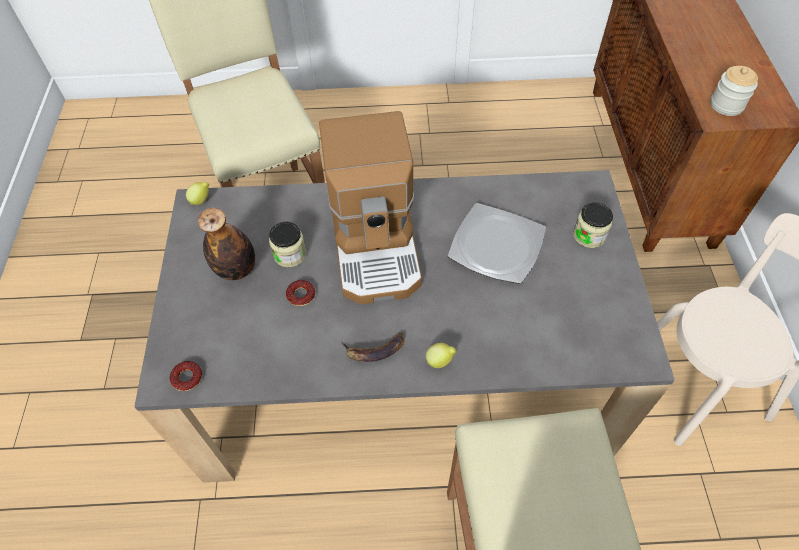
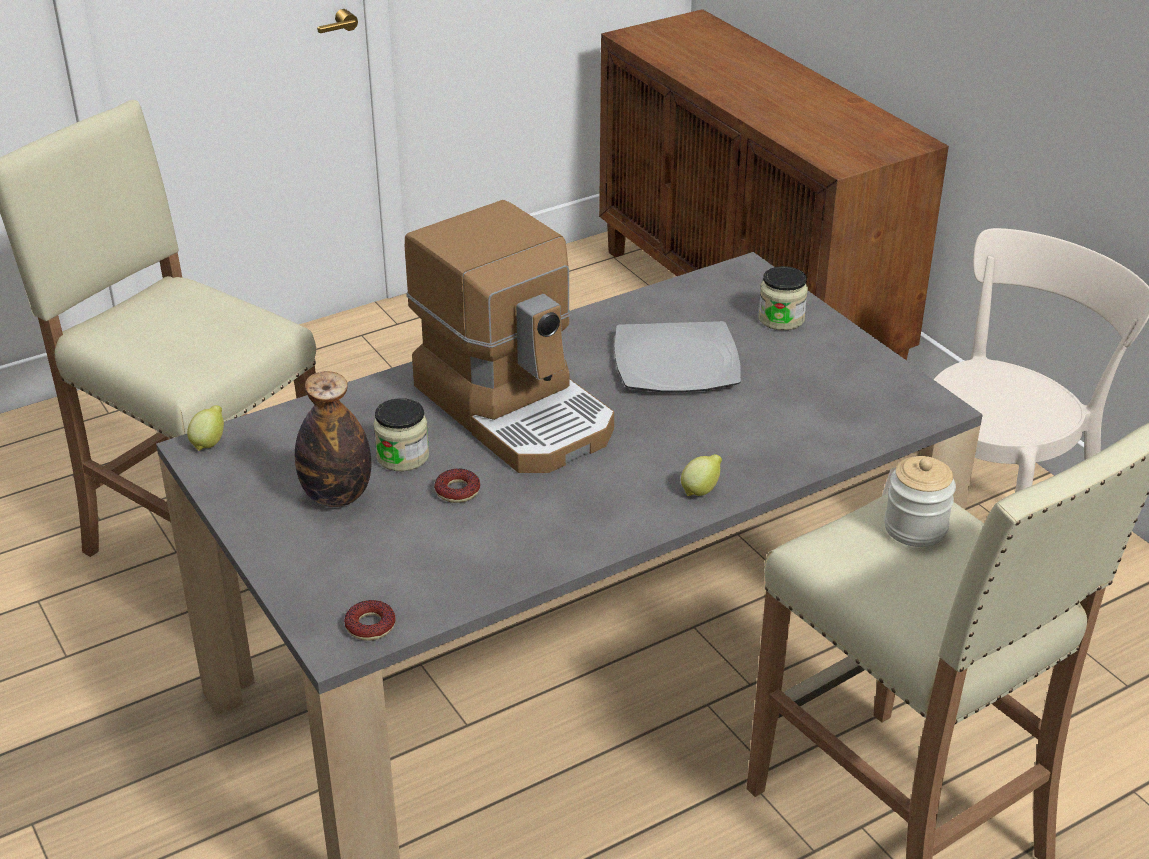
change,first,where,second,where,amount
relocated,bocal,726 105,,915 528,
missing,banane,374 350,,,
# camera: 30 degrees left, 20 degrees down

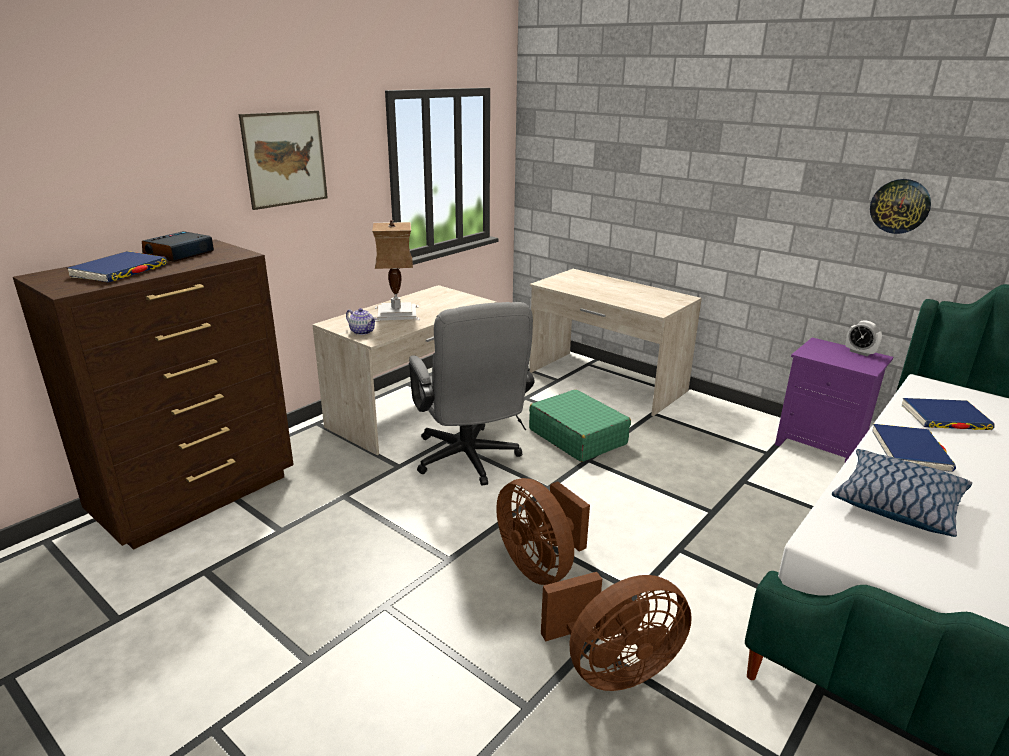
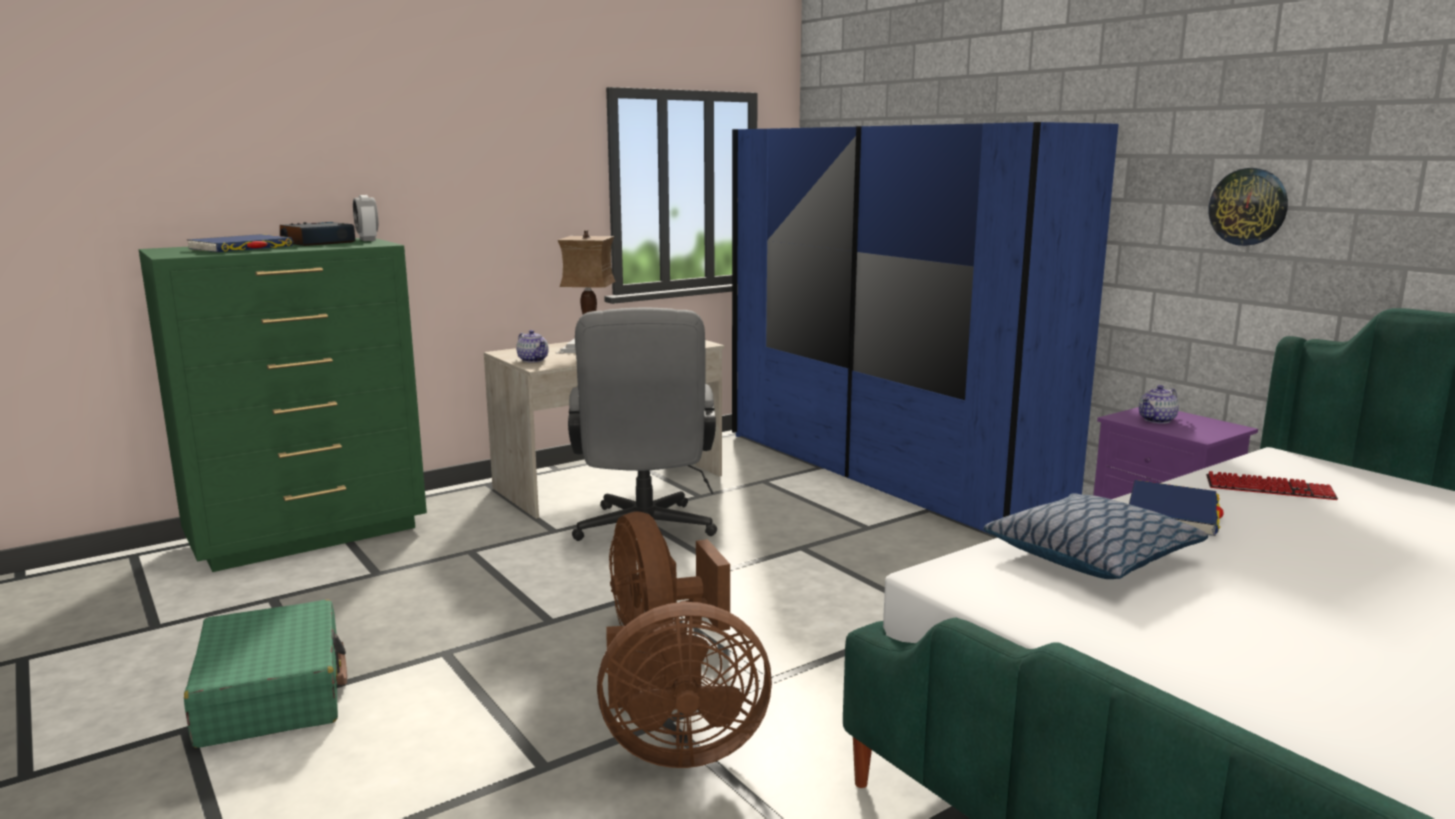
change,first,where,second,where,amount
colour,commode [marron],198 496,commode [vert],310 535,
relocated,valise [vert],577 436,,272 694,
relocated,réveil,860 352,,367 240,
exchanged,bureau [beige],605 382,armoire [bleu],885 473,
appeared,,,théière,1157 420,
exchanged,livre [bleu],945 418,clavier,1269 489,
missing,tableau,285 159,,,
# camera: 15 degrees right, 10 degrees down

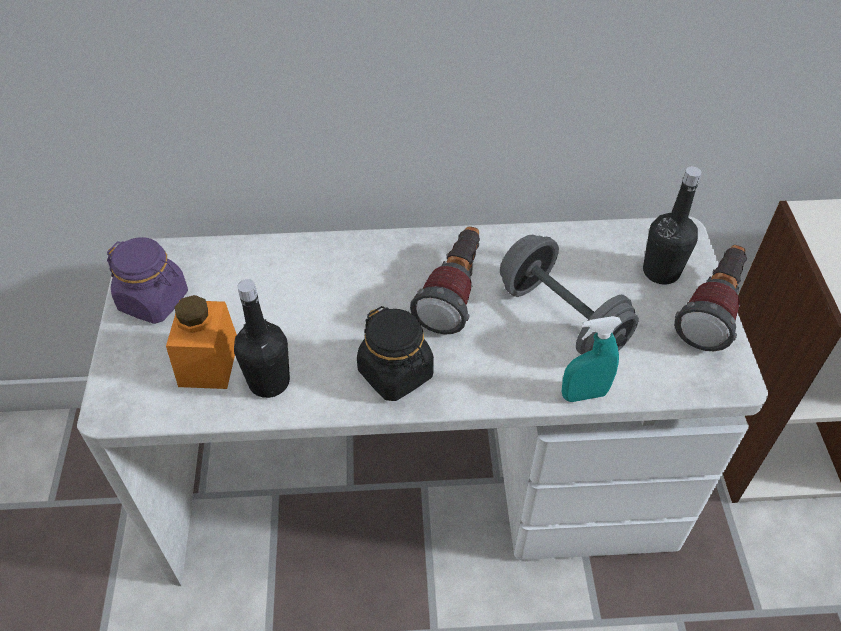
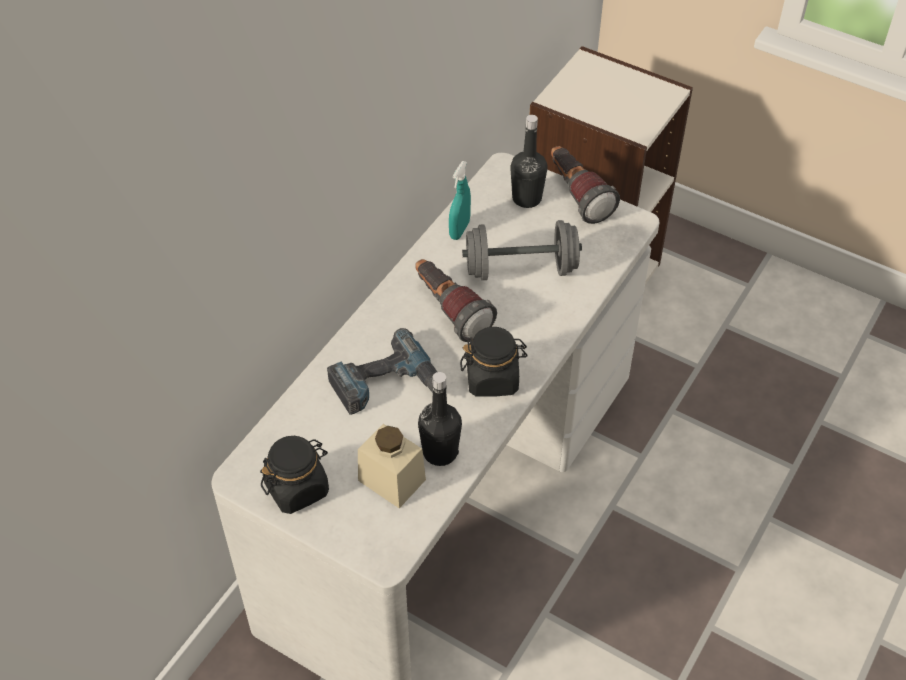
change,first,where,second,where,amount
colour,bocal [violet],154 300,bocal [noir],297 488,
appeared,,,perceuse,387 386,
colour,bocal [orange],209 362,bocal [beige],392 480,
relocated,vaporisateur [turquoise],584 394,,459 230,
# camera: 55 degrees left, 0 degrees up

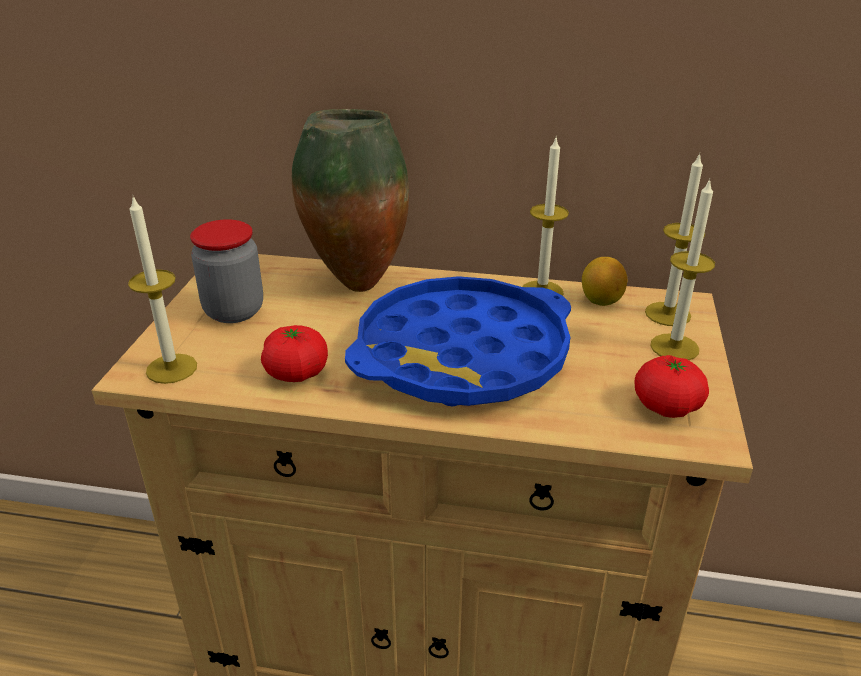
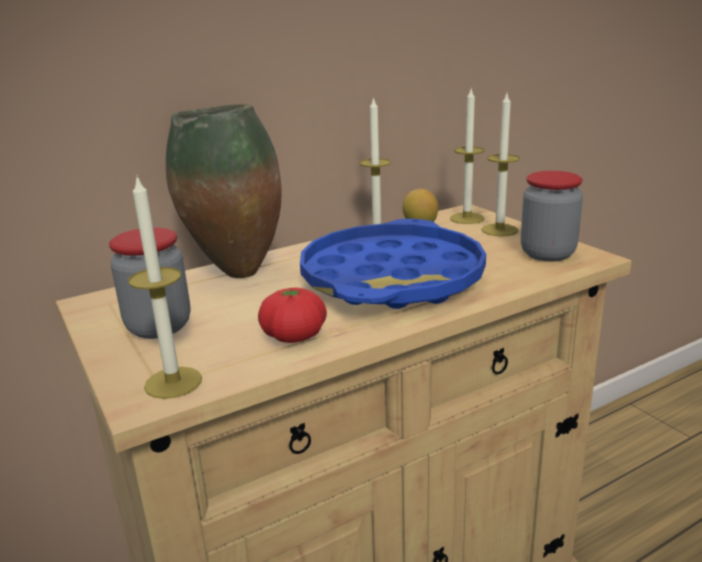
change,first,where,second,where,amount
exchanged,tomate,666 406,bocal,547 254,
# camera: 40 degrees left, 10 degrees down

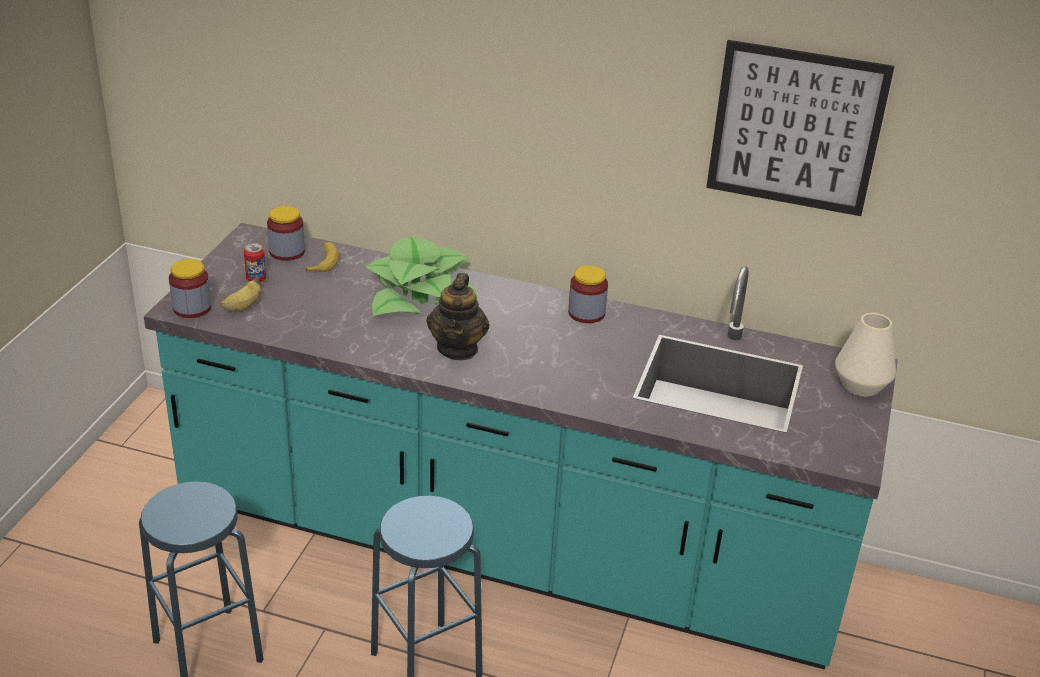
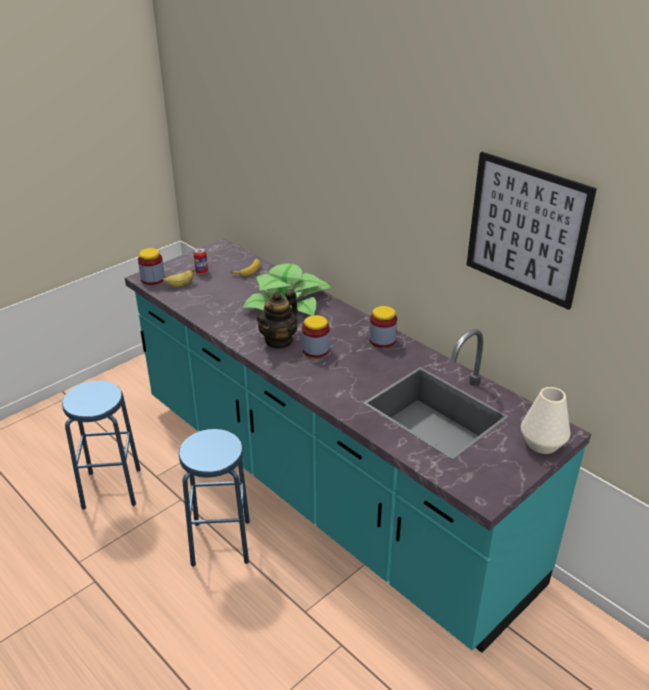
change,first,where,second,where,amount
relocated,bocal,287 252,,316 350,
# camera: 30 degrees right, 0 degrees up

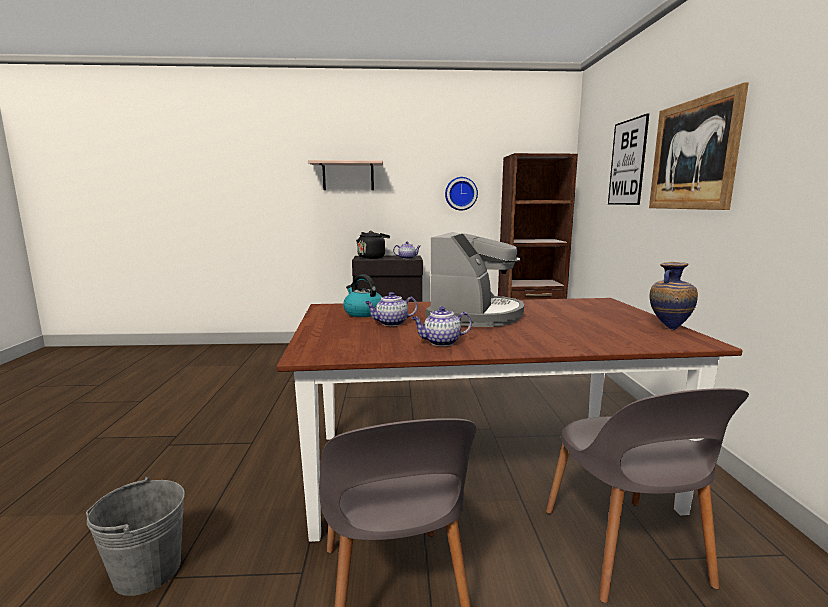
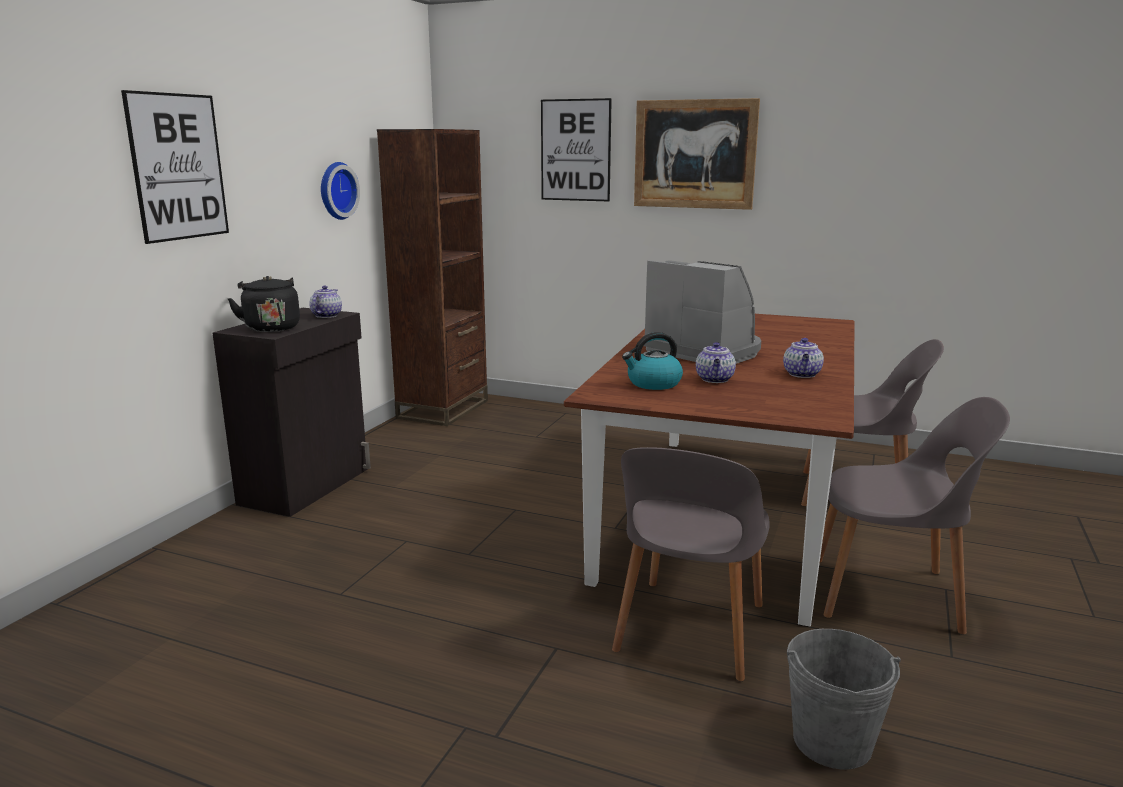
change,first,where,second,where,amount
exchanged,étagère,348 176,tableau,178 167,
appeared,,,chaise [gris],689 630,
missing,vase,668 328,,,
# camera: 65 degrees left, 5 degrees up

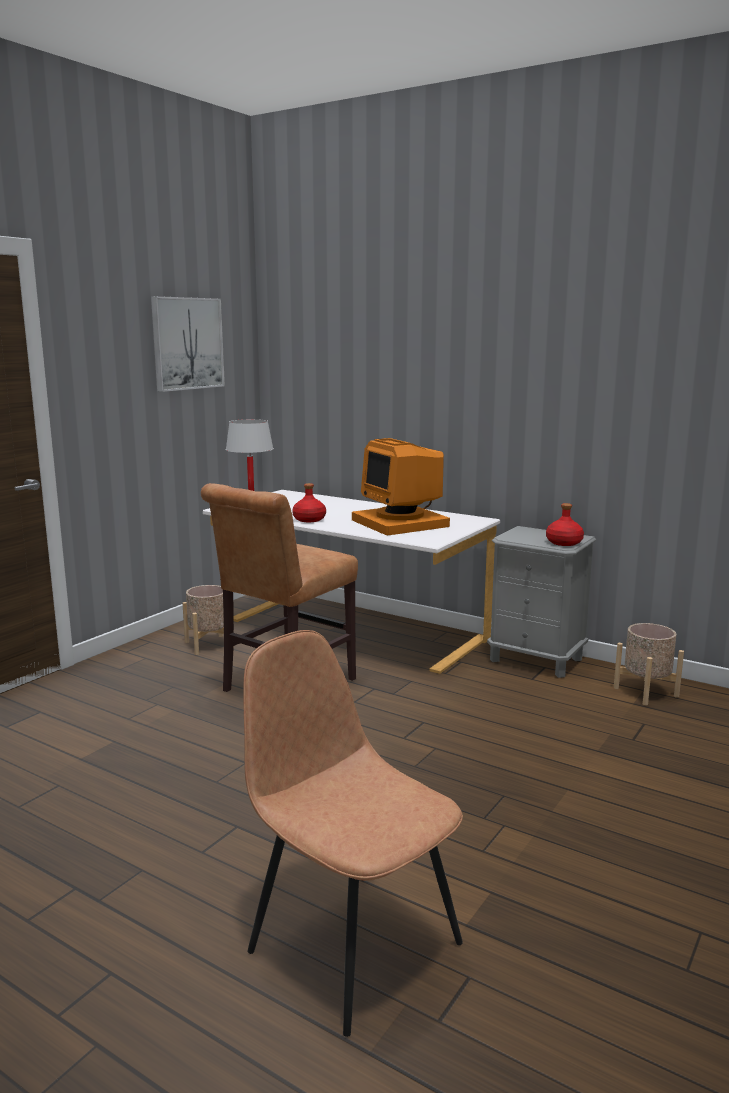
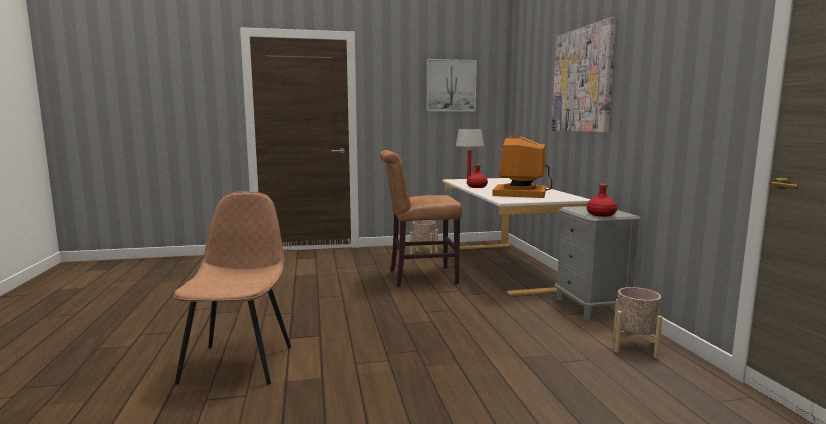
change,first,where,second,where,amount
appeared,,,tableau,583 80,
# camera: 45 degrees right, 5 degrees down

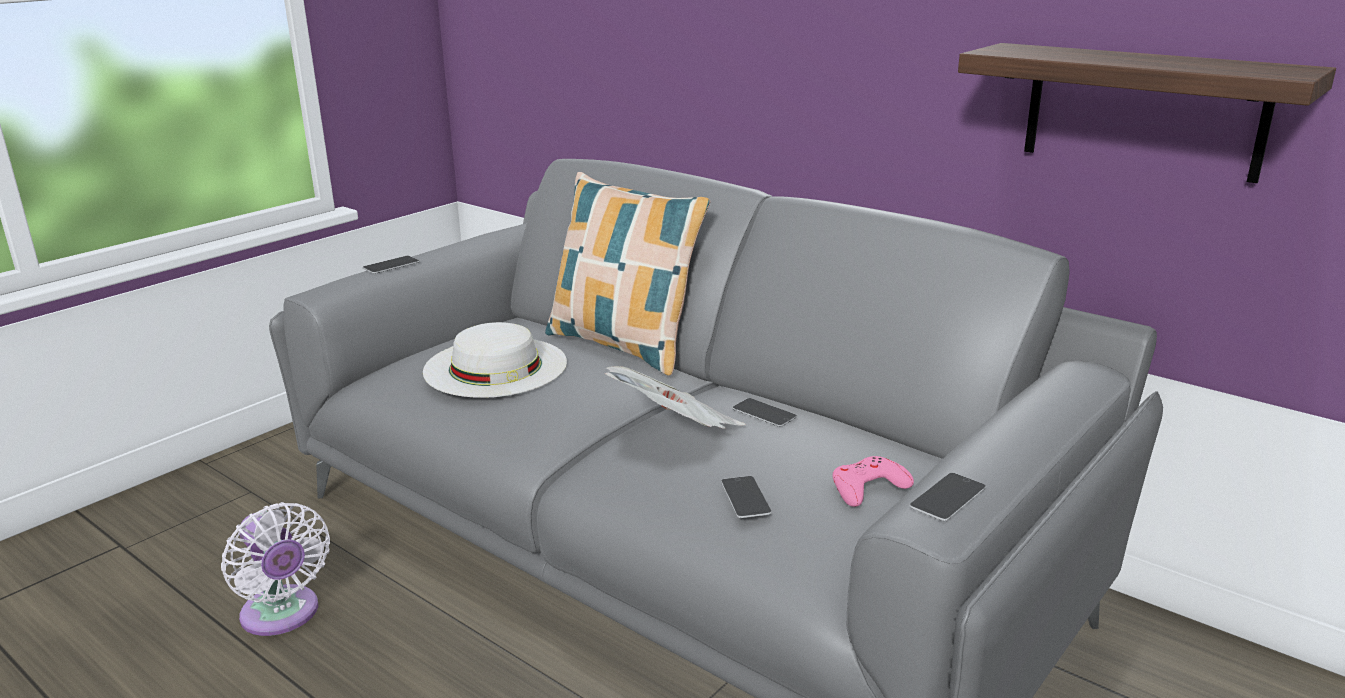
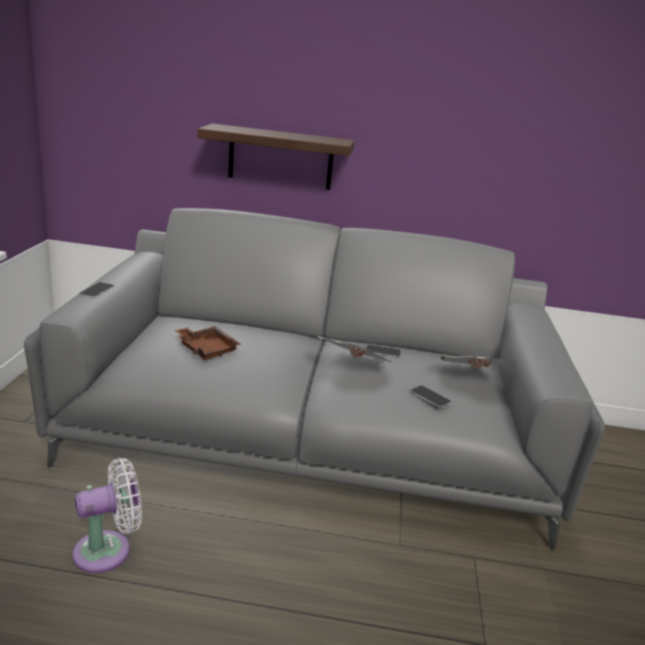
change,first,where,second,where,amount
spun,ventilateur [blanc],283 616,,108 550,45 degrees counterclockwise
exchanged,chapeau [blanc],495 366,plateau [marron],206 349,
relocated,étagère,1143 111,,280 157,
exchanged,manette [rose],868 487,journal,472 380,
missing,coussin,624 346,,,
missing,téléphone,948 497,,,
# camera: 35 degrees left, 0 degrees up

